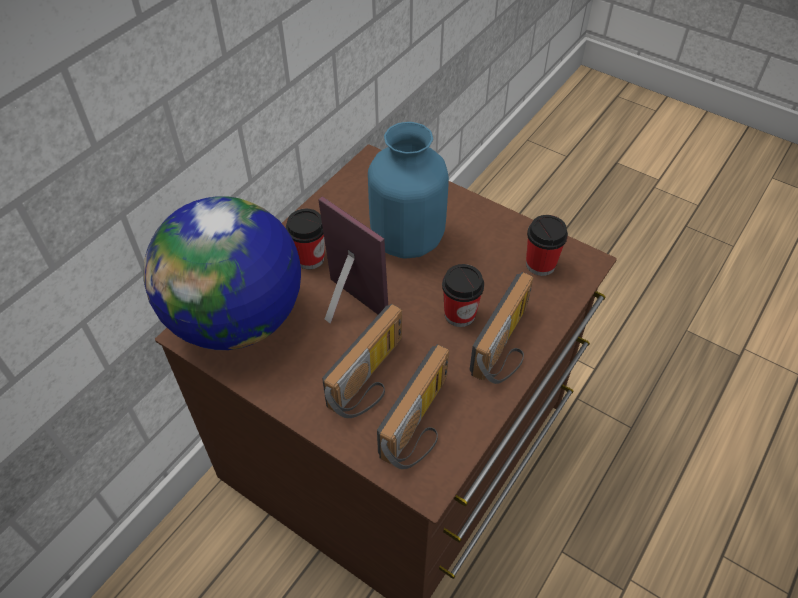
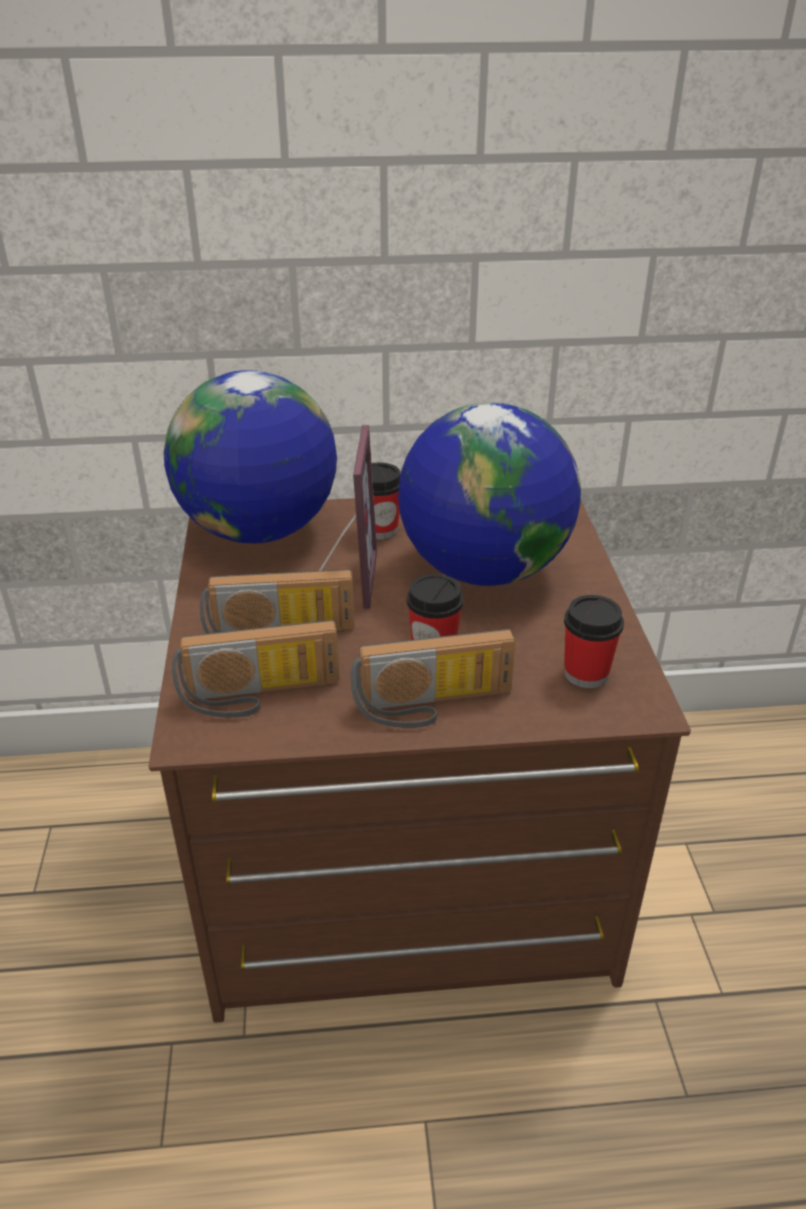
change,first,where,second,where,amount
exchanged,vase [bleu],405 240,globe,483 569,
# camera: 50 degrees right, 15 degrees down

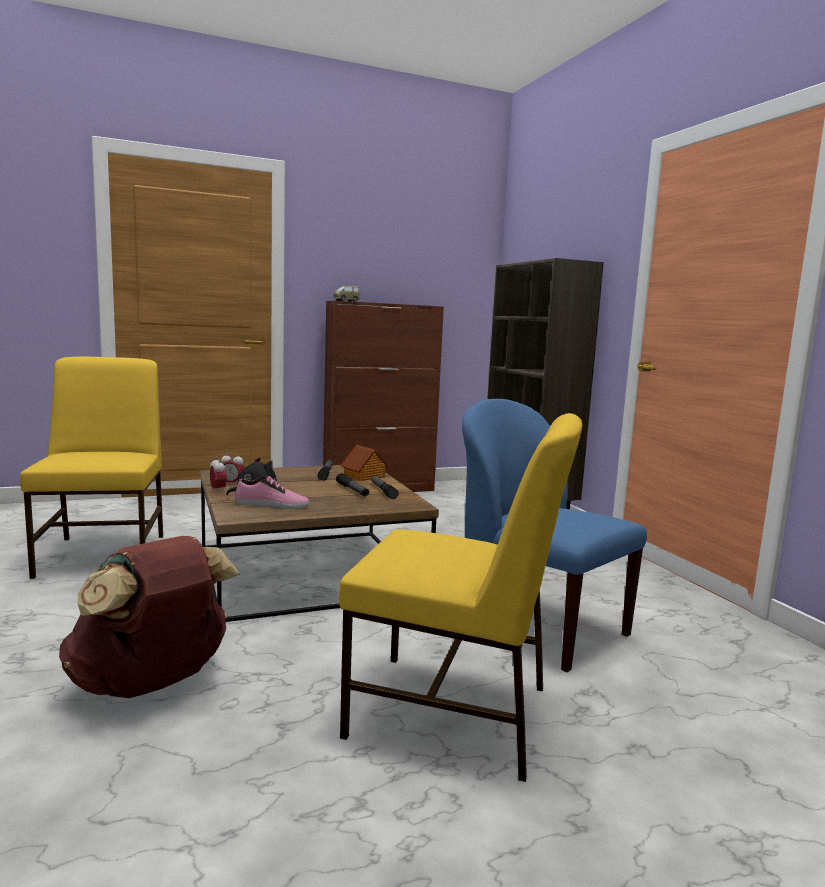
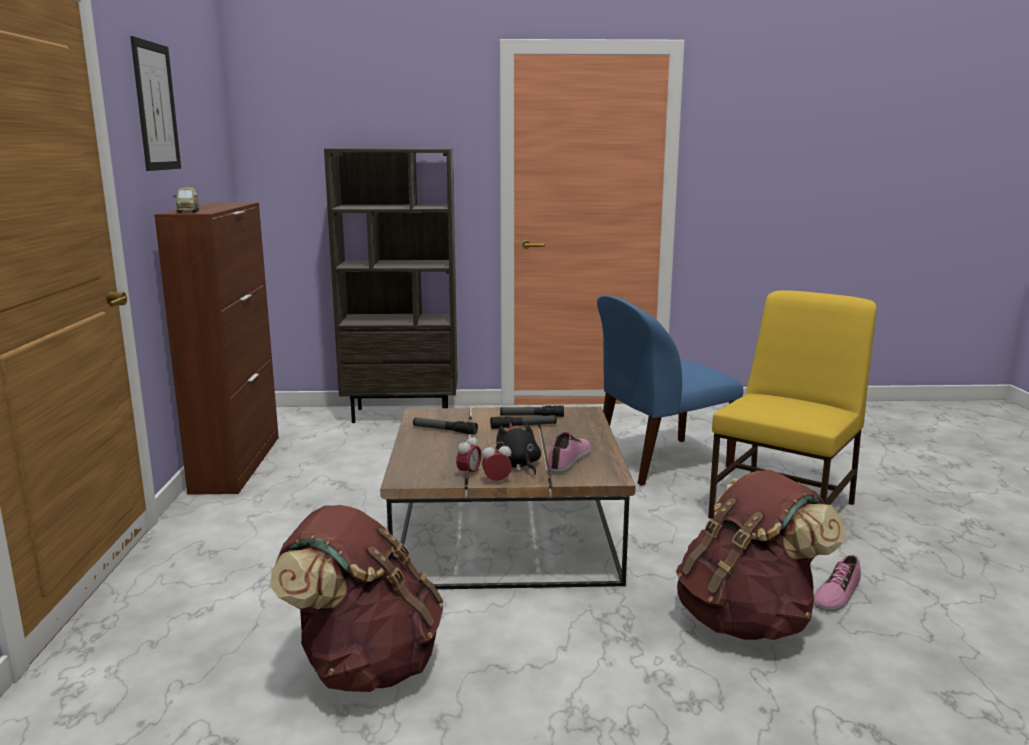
change,first,where,second,where,amount
appeared,,,tableau,156 107,
exchanged,chaise [jaune],105 554,sac à dos [marron],365 666,
appeared,,,chaussure,836 594,
missing,maison miniature,364 476,,,
# camera: 70 degrees left, 5 degrees up

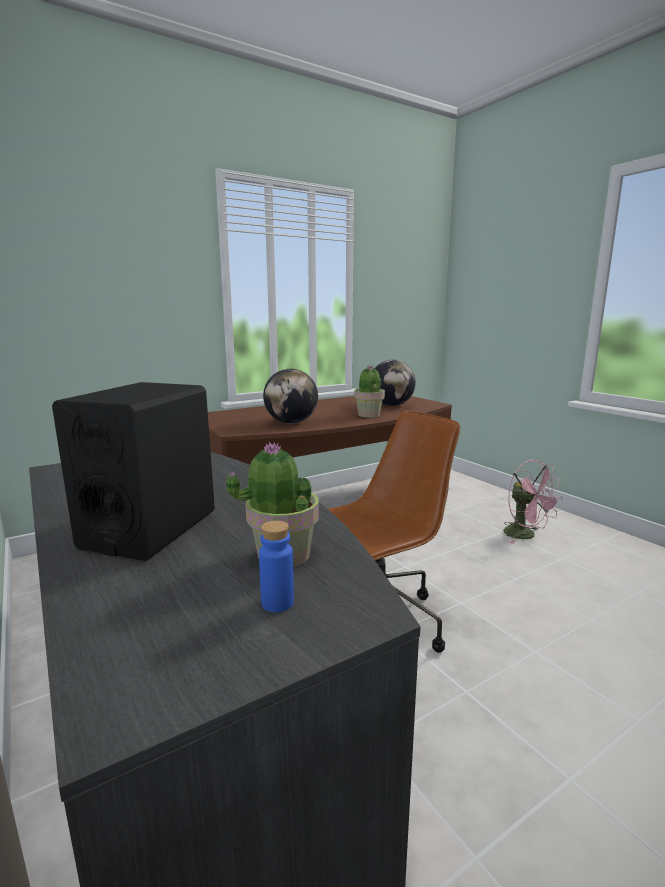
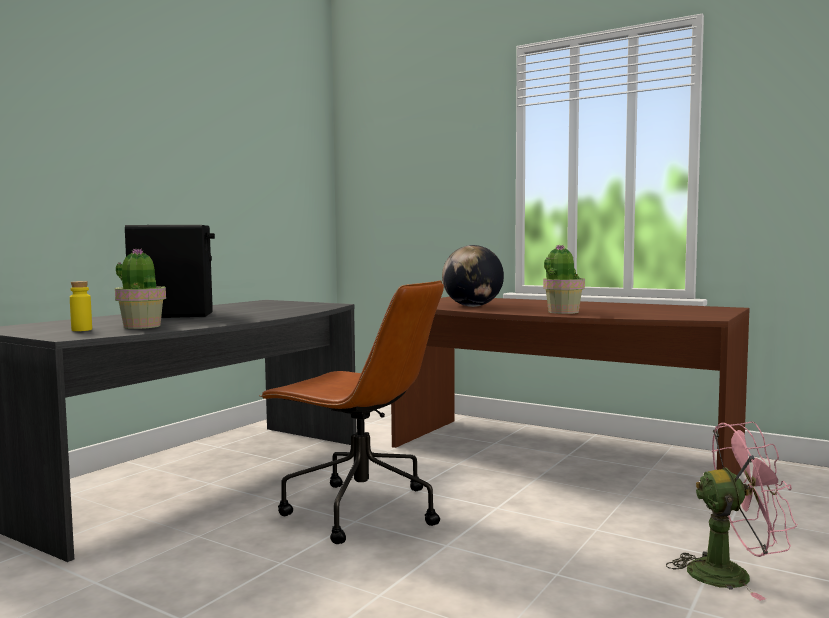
change,first,where,second,where,amount
colour,bouteille [bleu],277 603,bouteille [jaune],81 330,
spun,ventilateur [rose],526 536,,731 574,120 degrees counterclockwise
missing,globe,391 405,,,
# camera: 65 degrees right, 10 degrees down

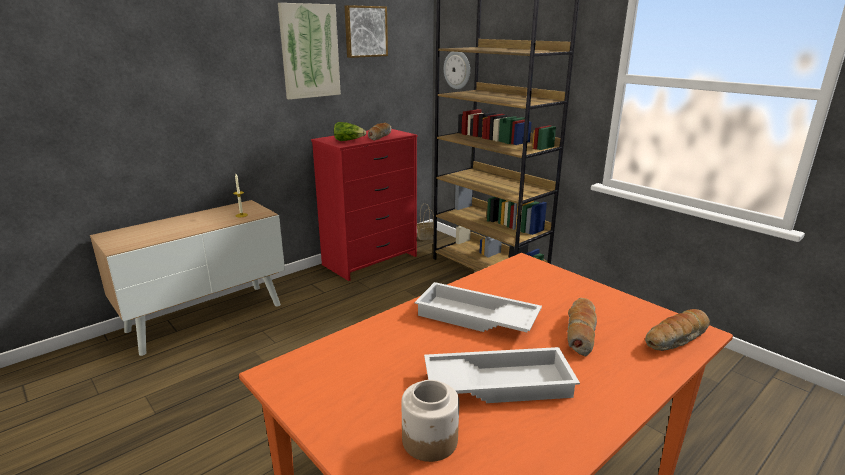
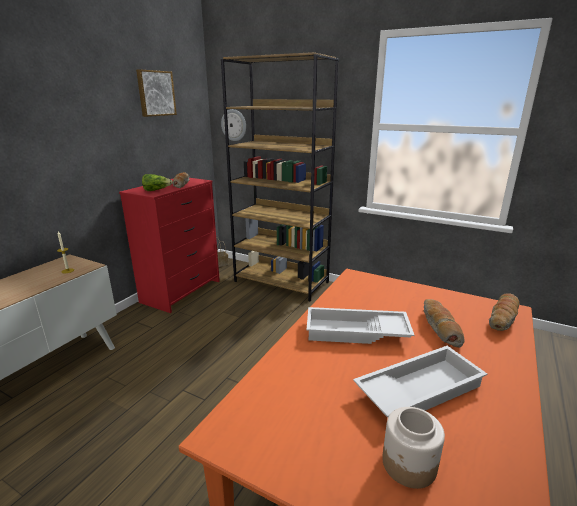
change,first,where,second,where,amount
missing,tableau,309 51,,,
# camera: 20 degrees left, 0 degrees up

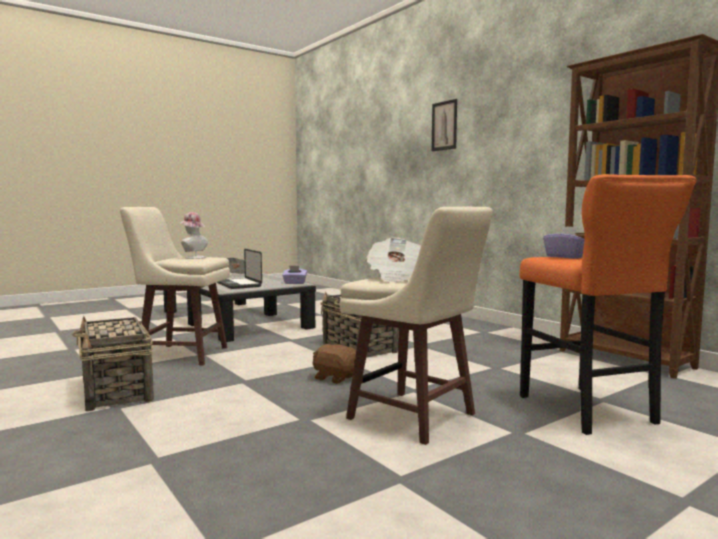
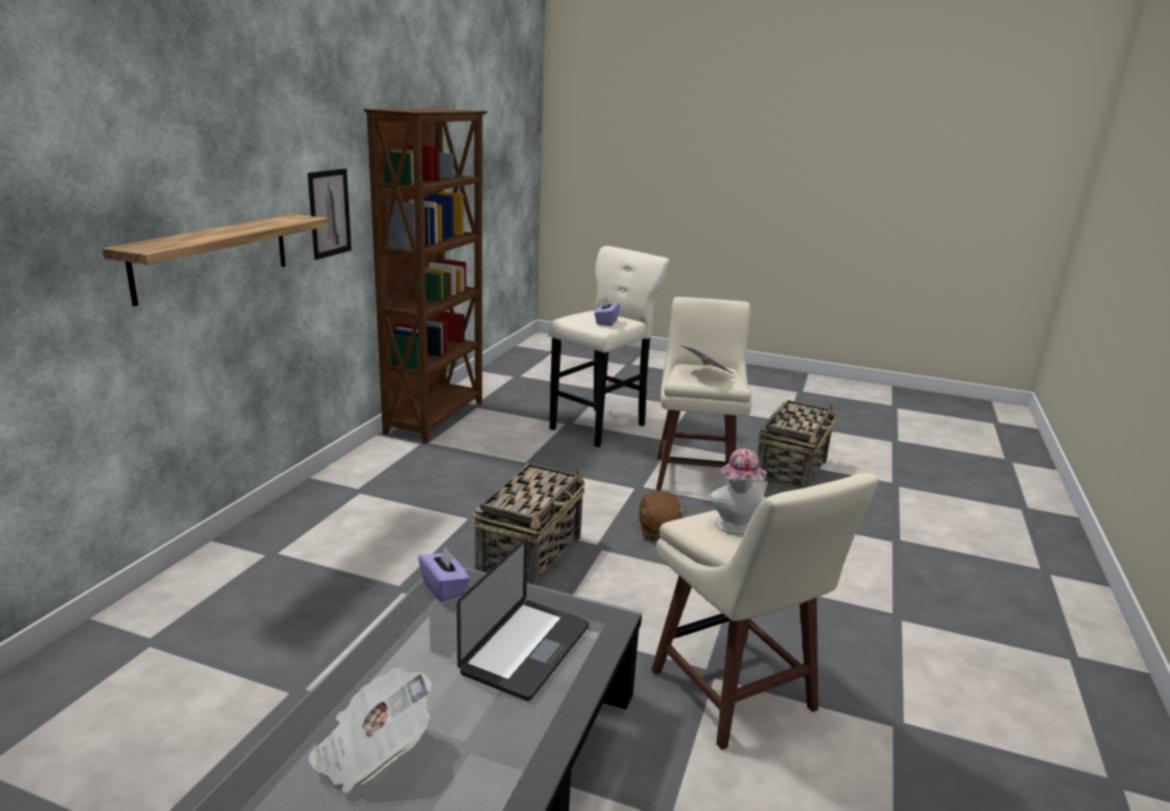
change,first,where,second,where,amount
appeared,,,étagère,213 256,
relocated,tableau,444 125,,329 213,
colour,tabouret [orange],589 412,tabouret [beige],601 425,
relocated,panier,116 391,,791 470,
# camera: 125 degrees left, 15 degrees up

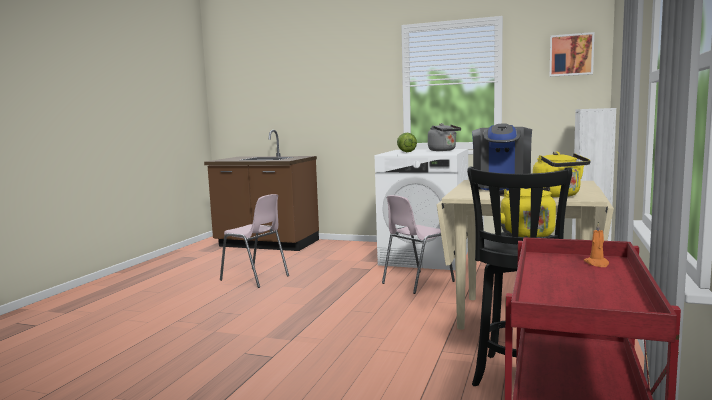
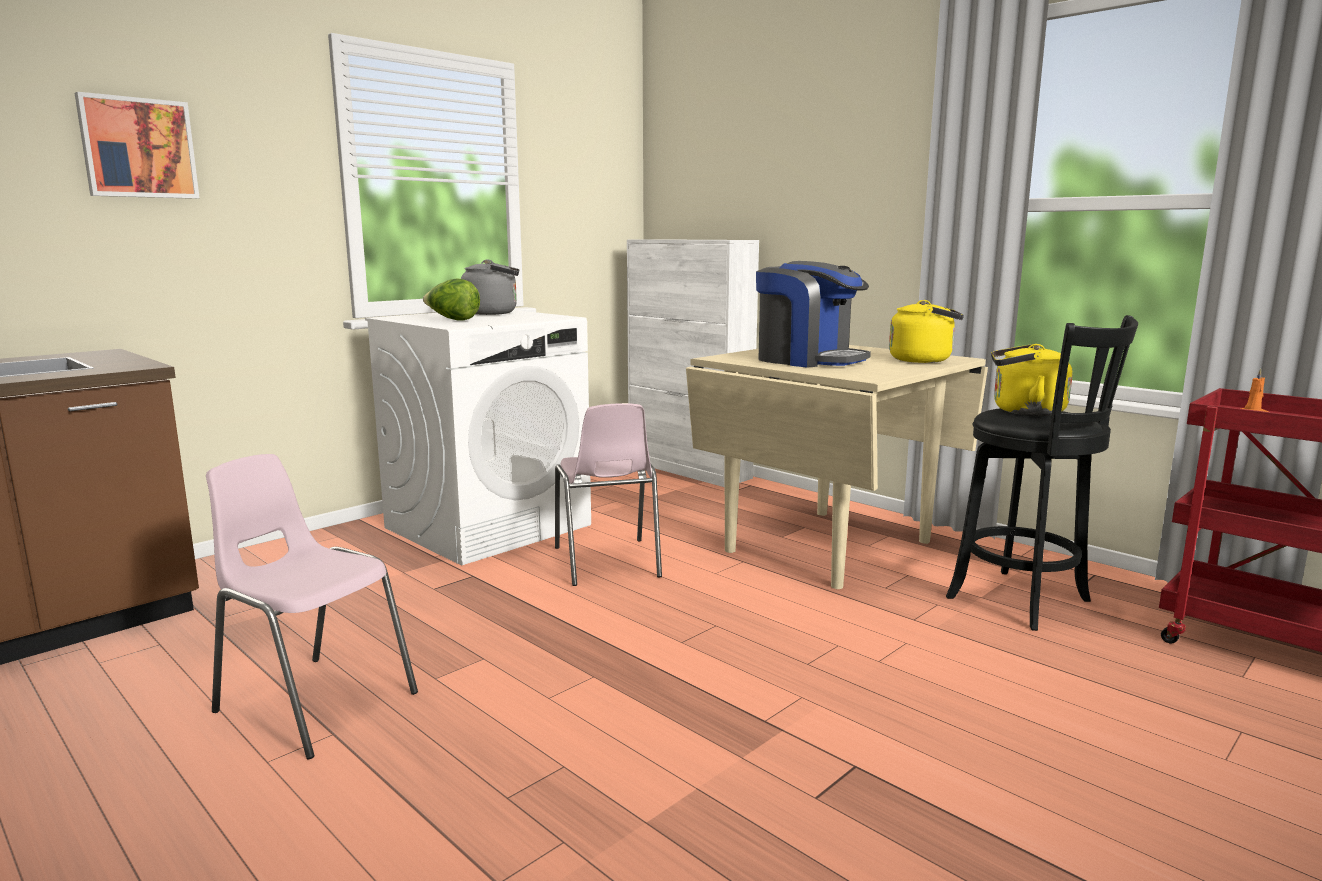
change,first,where,second,where,amount
relocated,tableau,571 55,,138 148,
spun,chaise [rose],255 278,,314 702,120 degrees counterclockwise
# camera: 65 degrees left, 5 degrees up

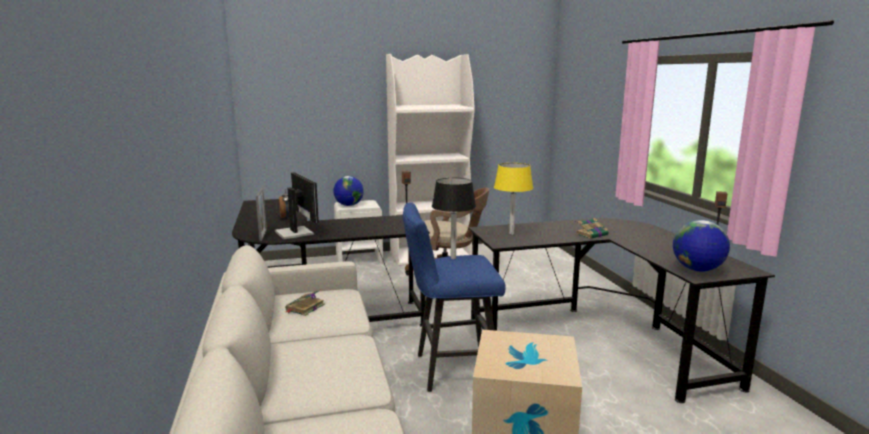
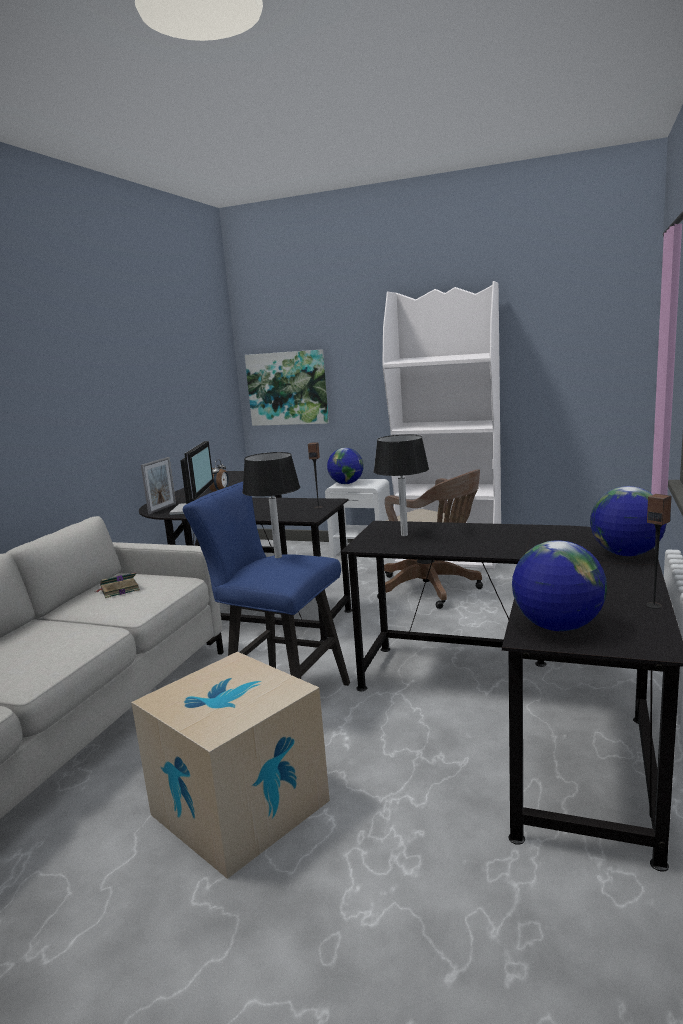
change,first,where,second,where,amount
appeared,,,tableau,287 388,
colour,lampe de table [jaune],511 234,lampe de table [noir],404 535,
appeared,,,globe,625 554,
missing,livre,592 234,,,
# camera: 35 degrees right, 0 degrees up

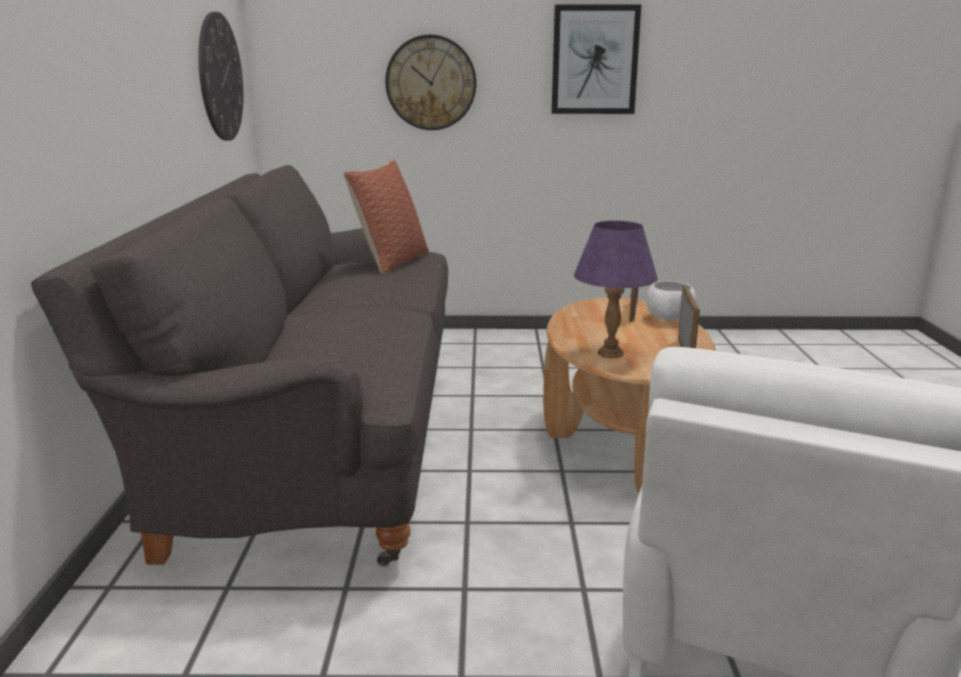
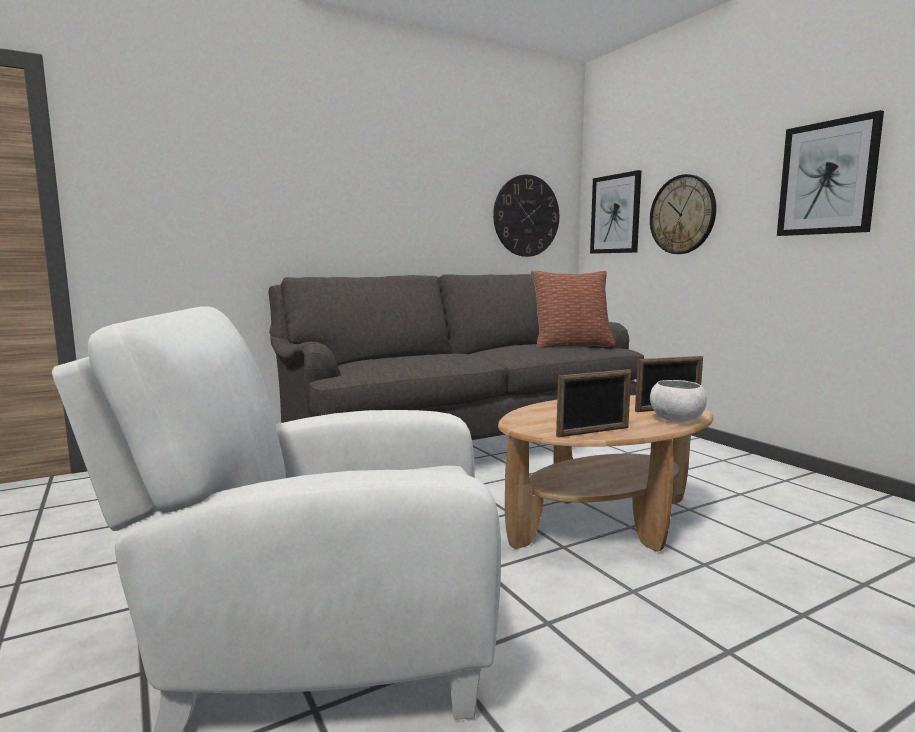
change,first,where,second,where,amount
appeared,,,tableau,615 214,
missing,lampe de table [violet],610 353,,,
# camera: 60 degrees right, 10 degrees down

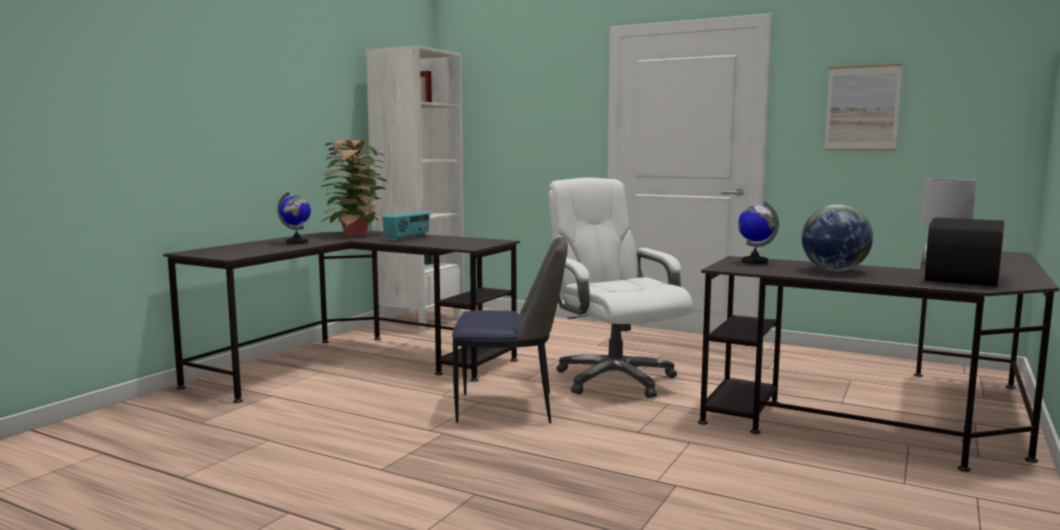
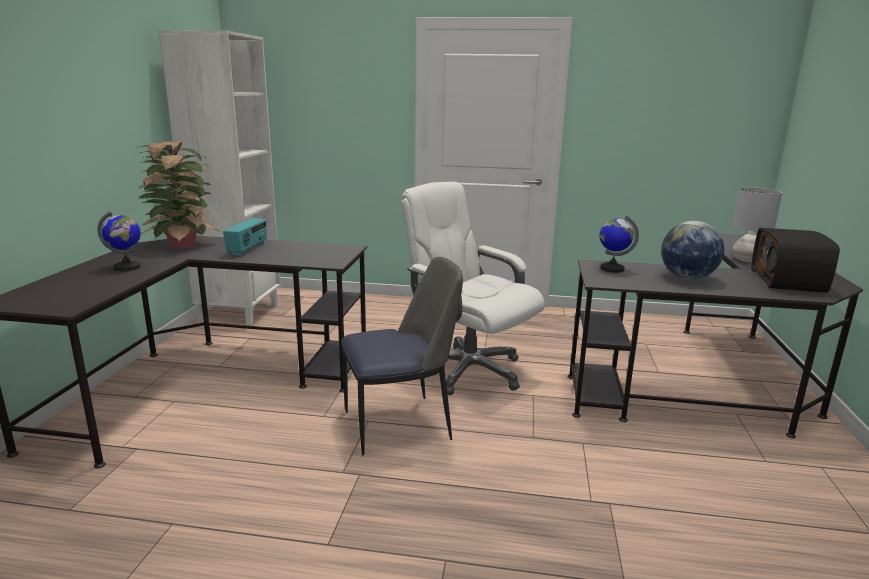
change,first,where,second,where,amount
missing,tableau,862 108,,,
# camera: 20 degrees left, 10 degrees up

